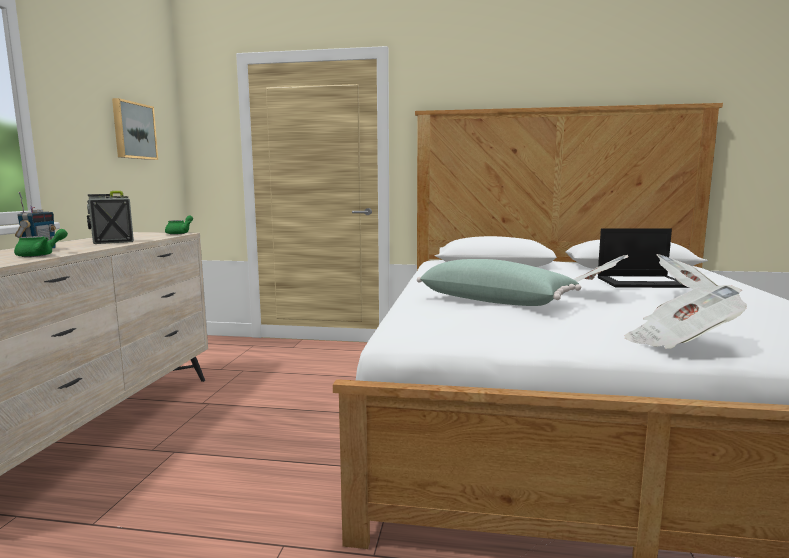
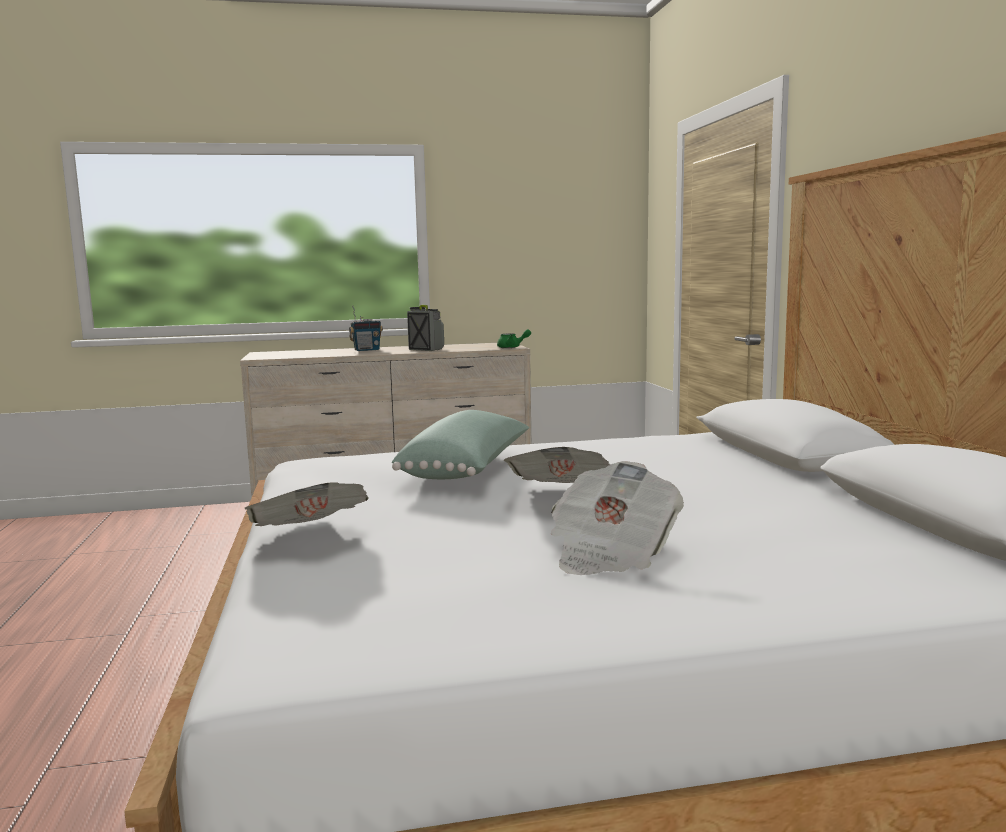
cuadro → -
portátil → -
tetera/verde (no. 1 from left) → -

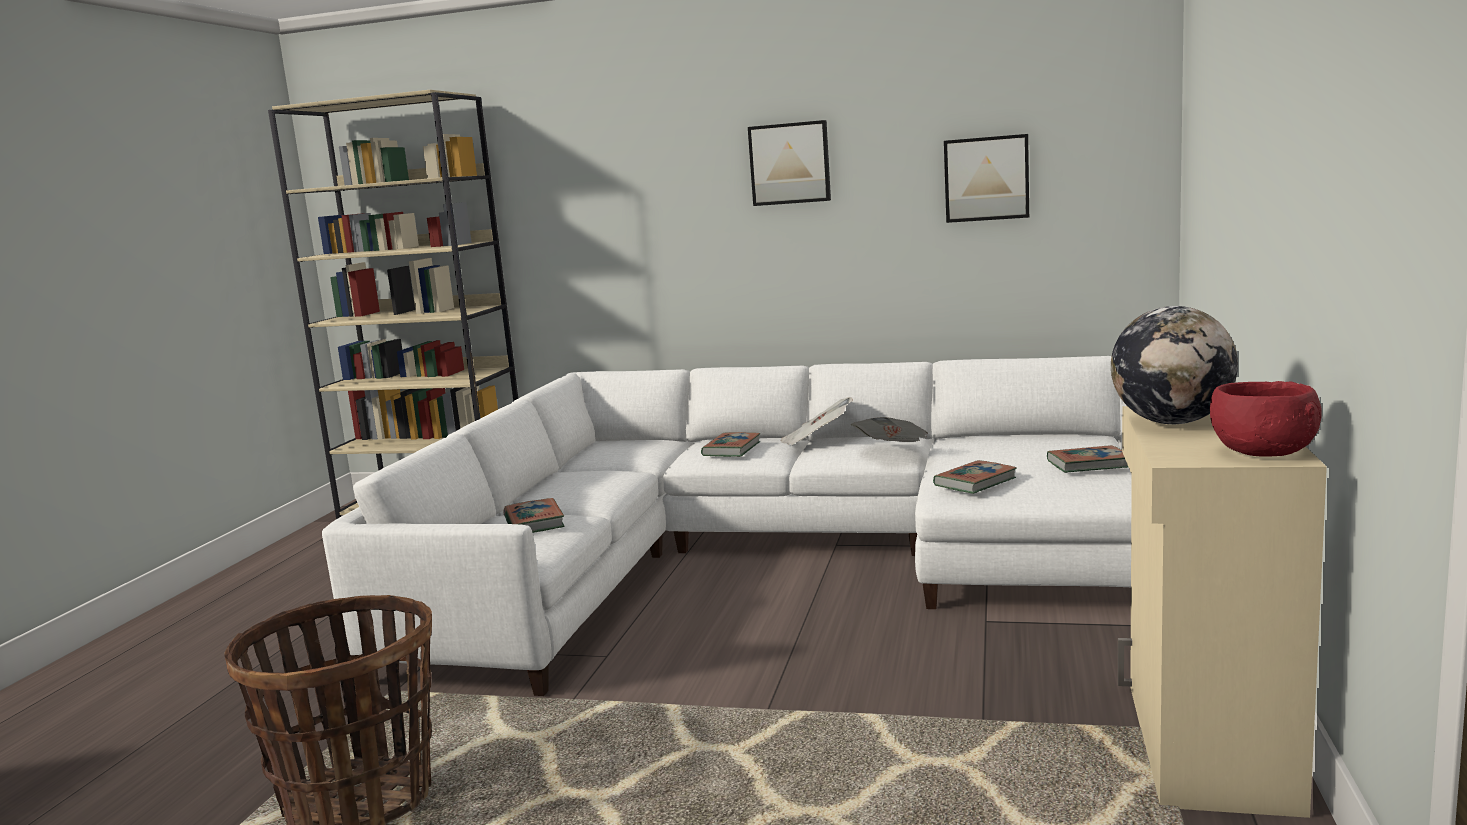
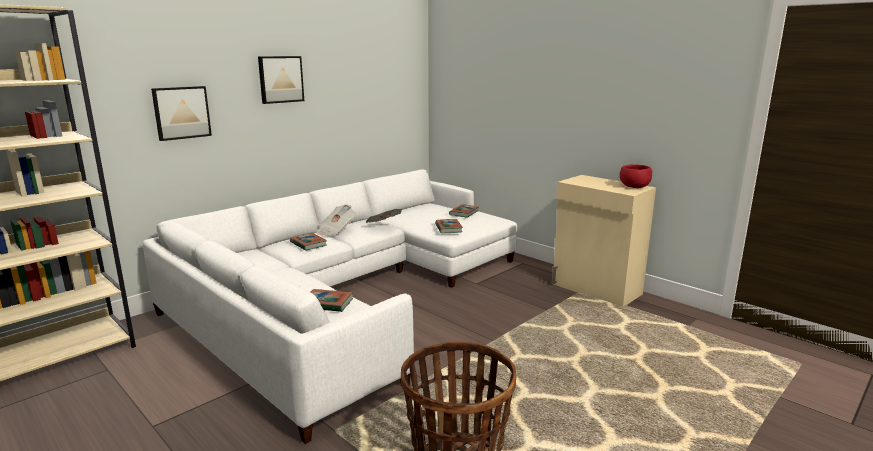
cuadro (no. 2 from left in the first image) → cuadro (no. 1 from left), shifted
globo terráqueo → -

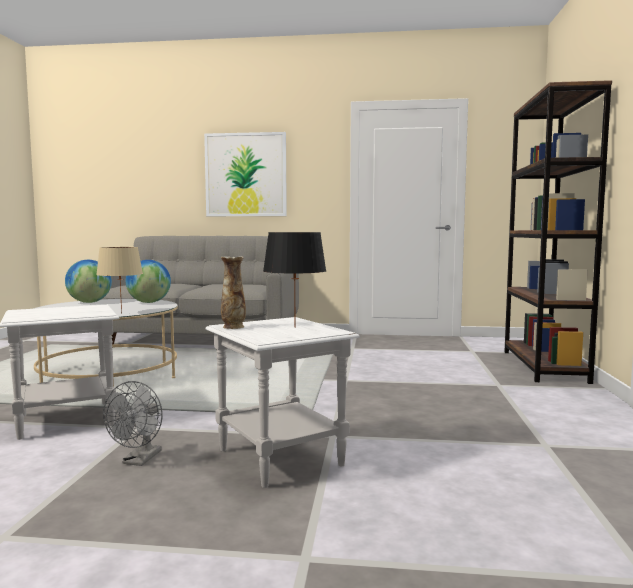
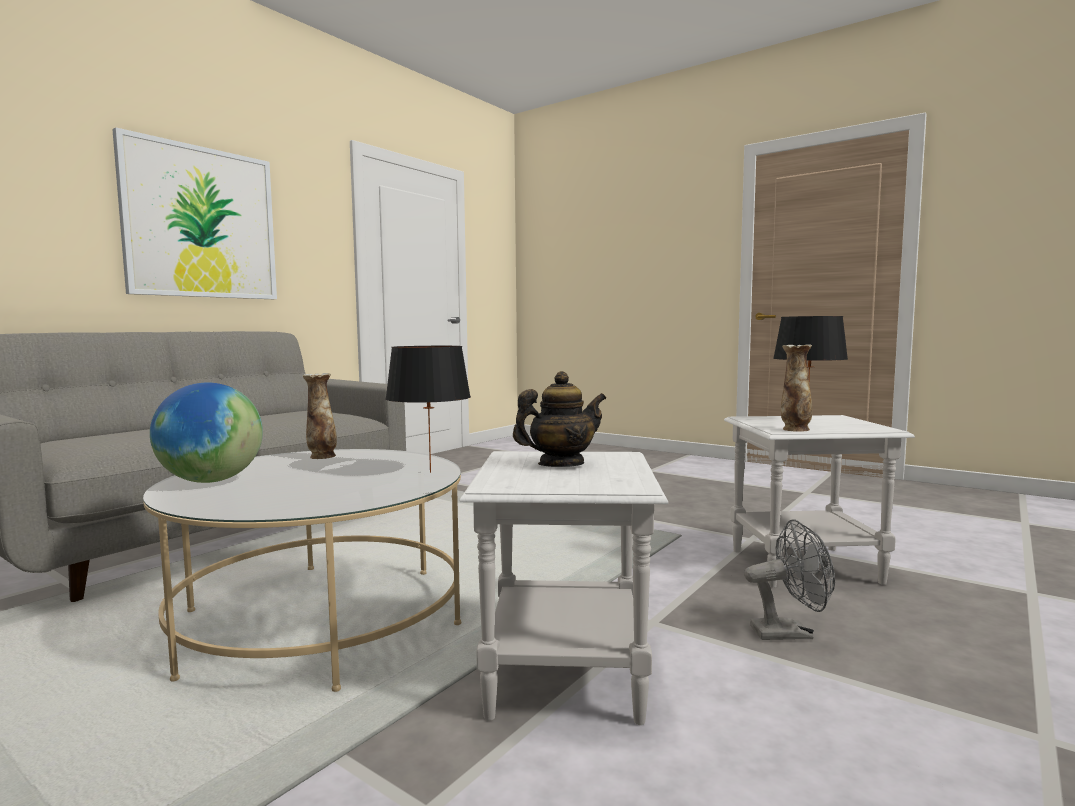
estantería/marrón → -
lámpara de mesa/beis → lámpara de mesa/negro (no. 1 from left)
globo terráqueo (no. 2 from left) → florero (no. 1 from left)
ventilador/gris, 45 degrees counterclockwise
- → tetera

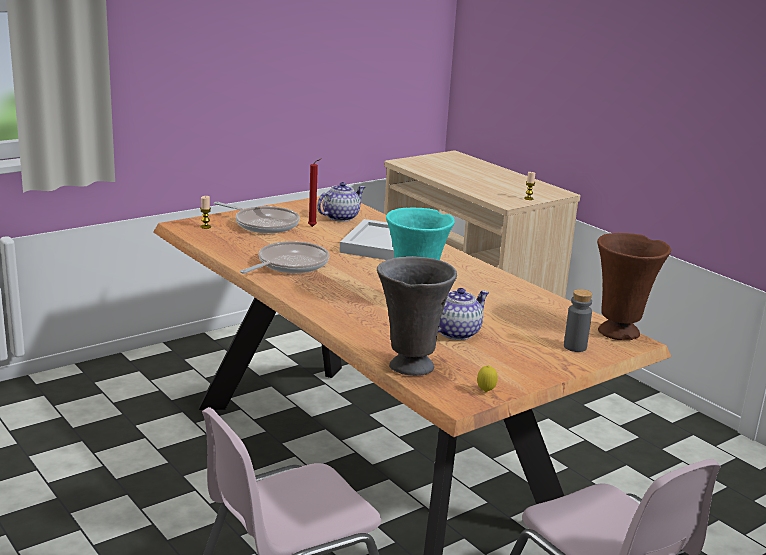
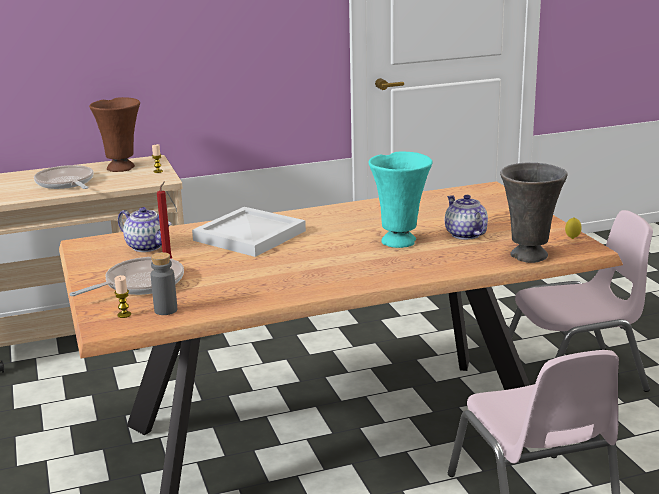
tetera (no. 1 from left), 150 degrees clockwise
florero/marrón, shifted
sartén (no. 2 from left in the first image) → sartén (no. 1 from left), shifted
botella/gris, shifted

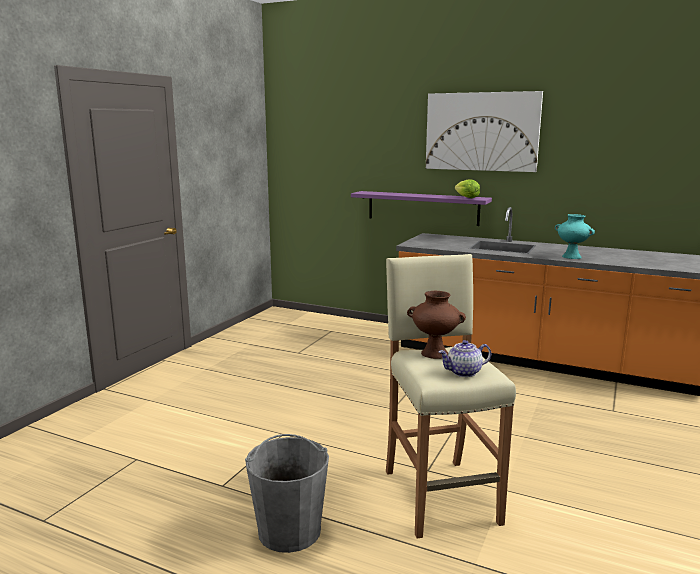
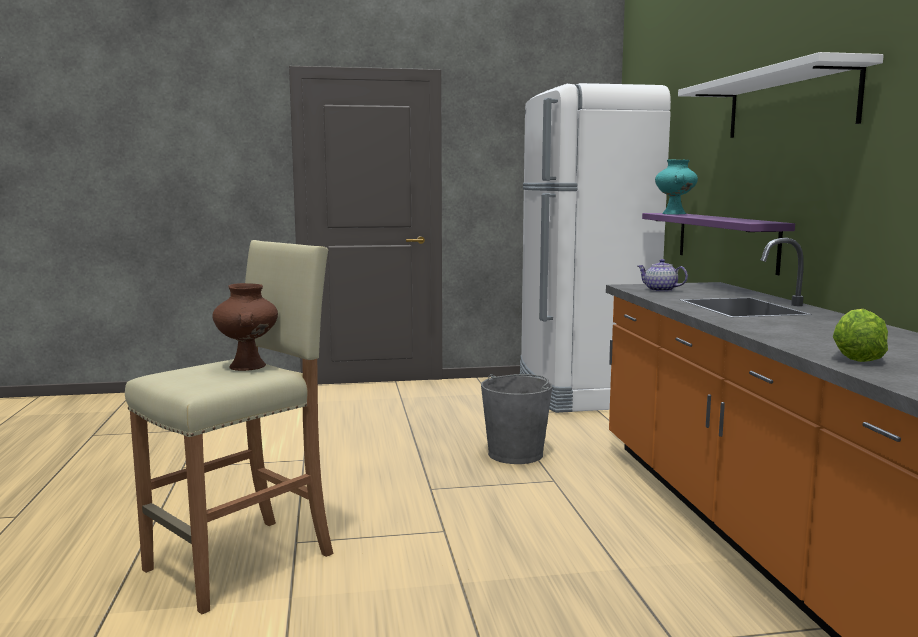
cuadro → estante/blanco
lechuga, shifted
florero/turquesa, shifted
tetera, shifted
cubo/gris, shifted
- → nevera/blanco

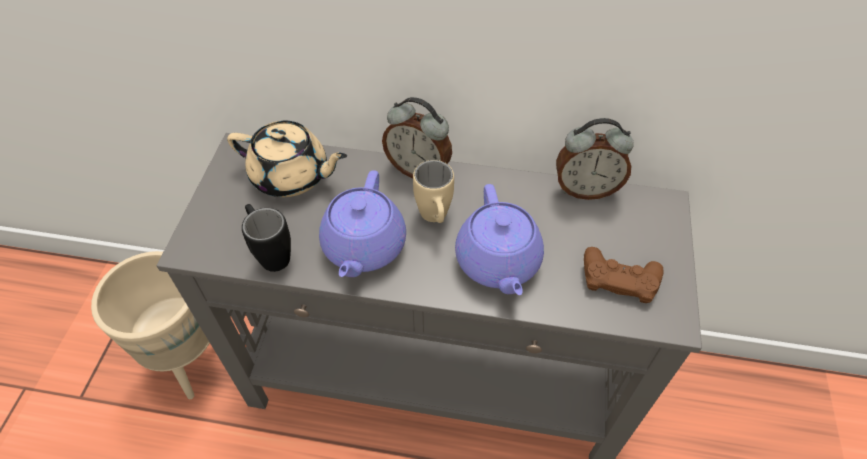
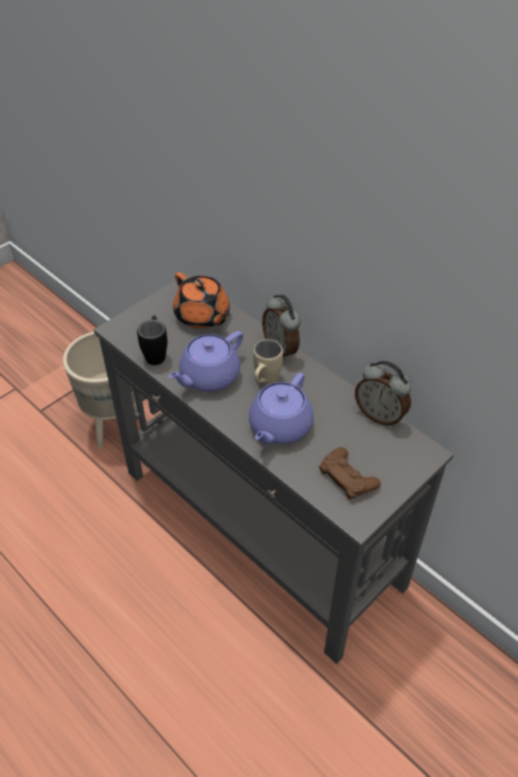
tetera/beis → tetera/naranja

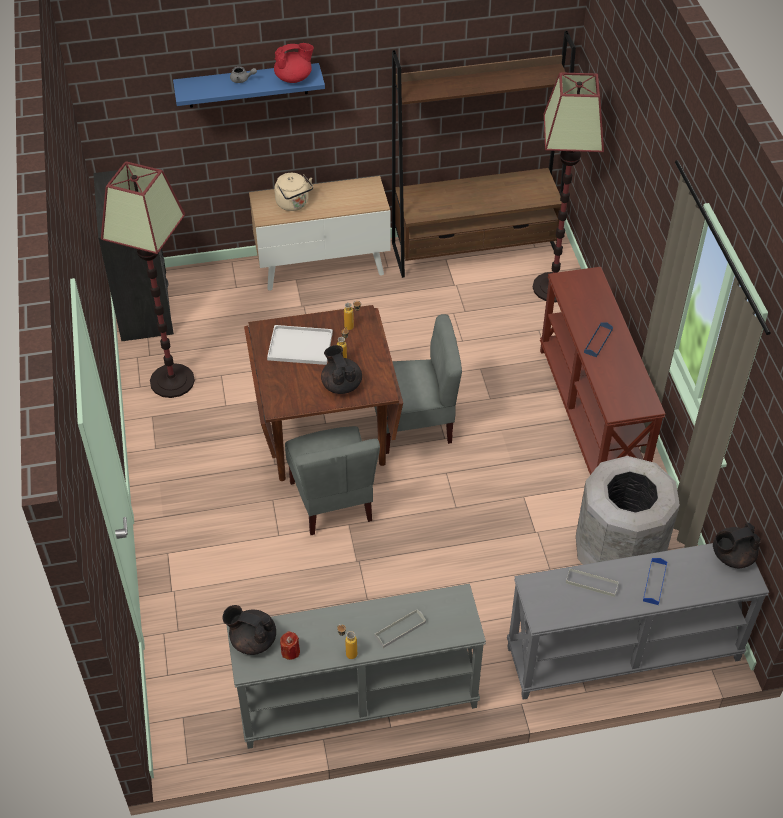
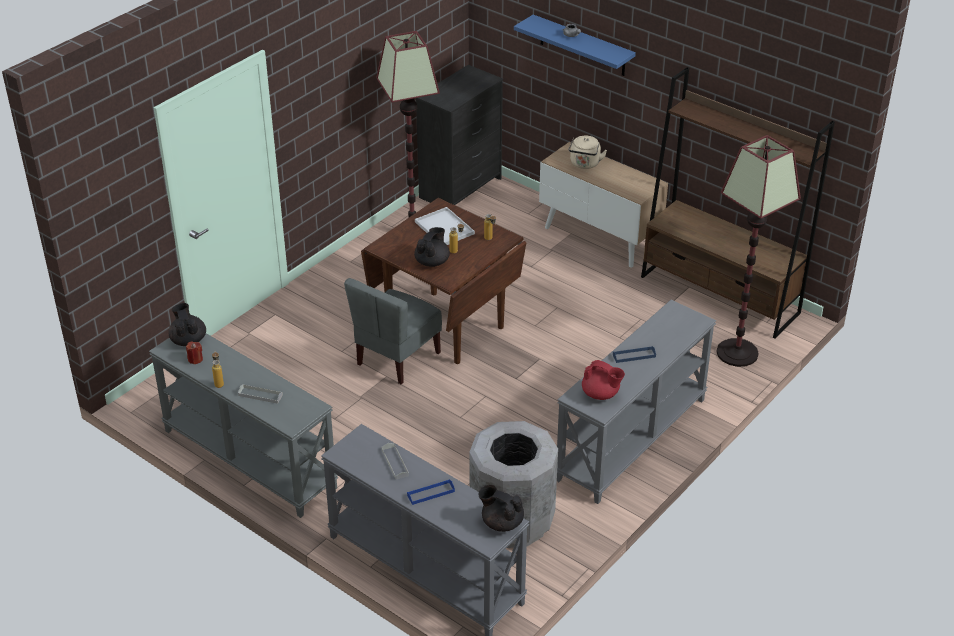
tetera/rojo, shifted
mesa consola/marrón → mesa consola/gris (no. 3 from left)
silla/gris (no. 2 from left) → -

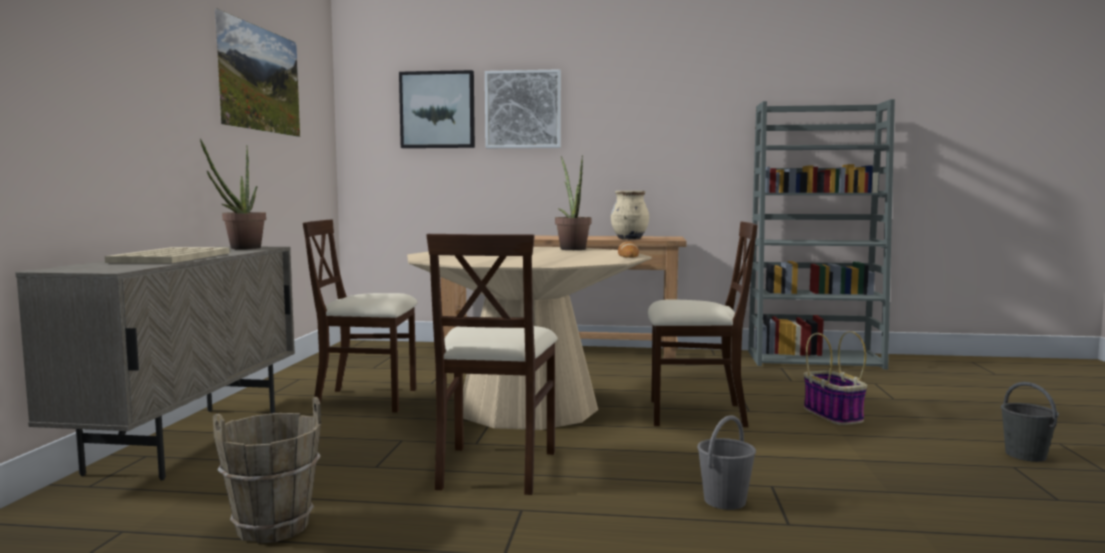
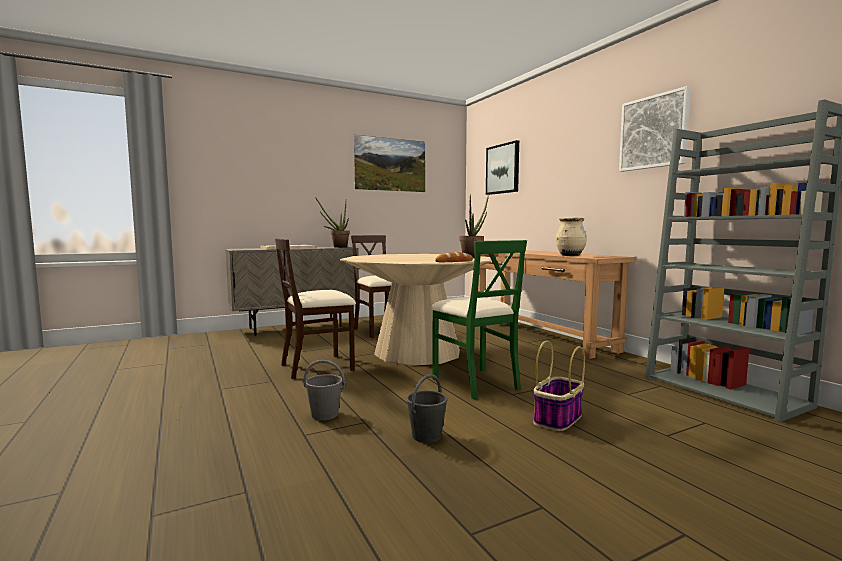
cuadro (no. 3 from left), shifted
silla/beis (no. 3 from left) → silla/verde
cubo/gris (no. 2 from left), shifted
cubo/marrón → -

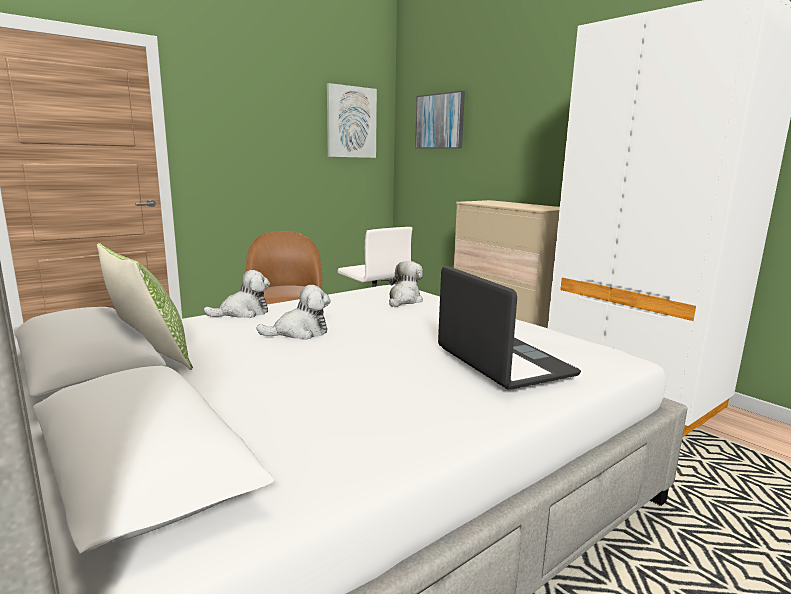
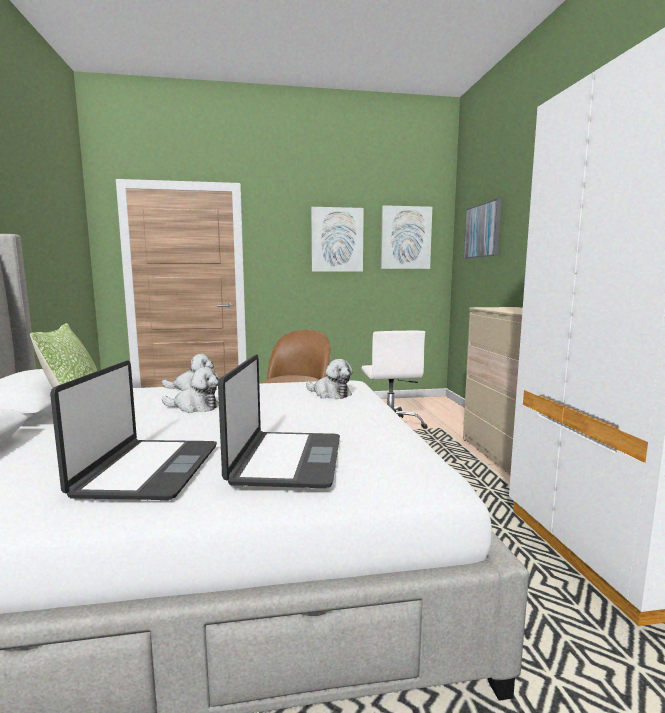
peluche (no. 3 from left), 75 degrees clockwise
- → cuadro (no. 1 from left)
- → portátil (no. 1 from left)

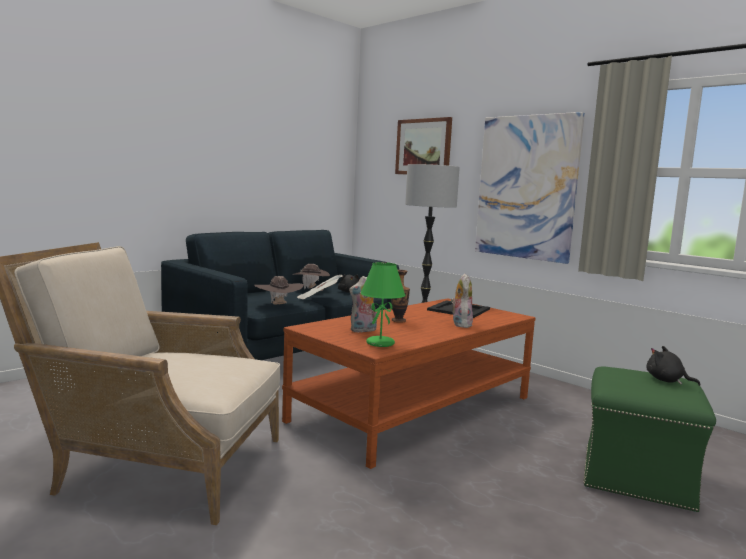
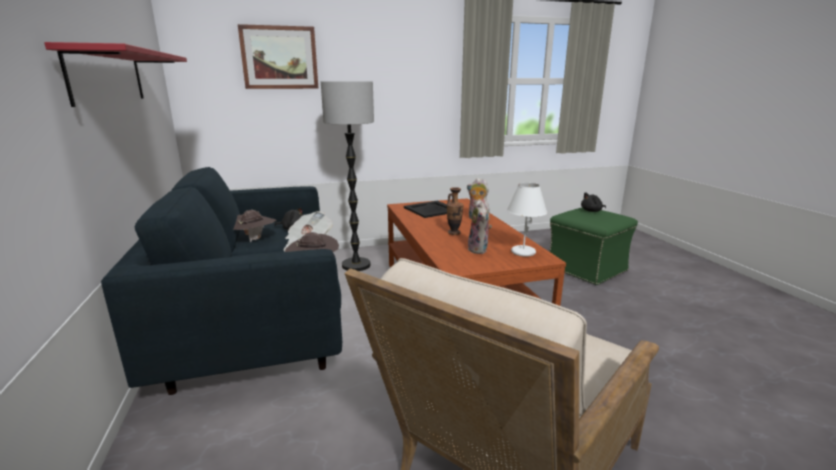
cuadro (no. 2 from left) → -
lámpara de mesa/verde → lámpara de mesa/blanco
- → estante/rojo

